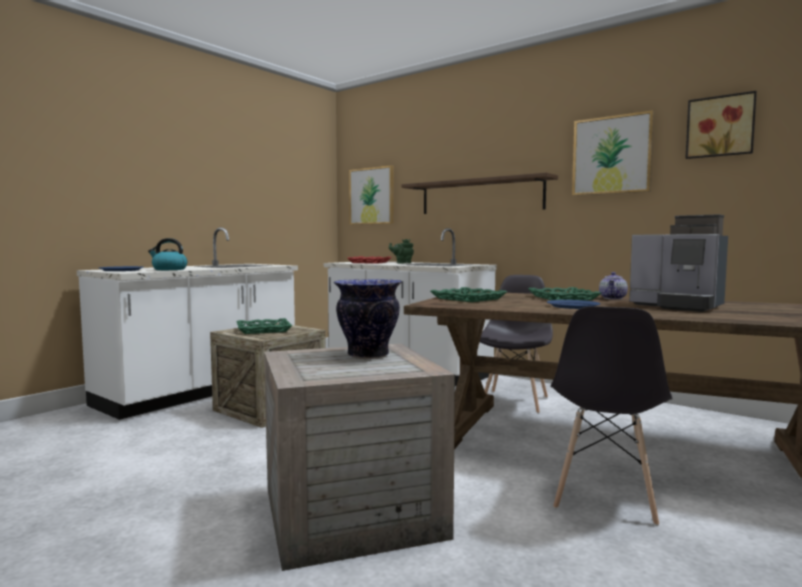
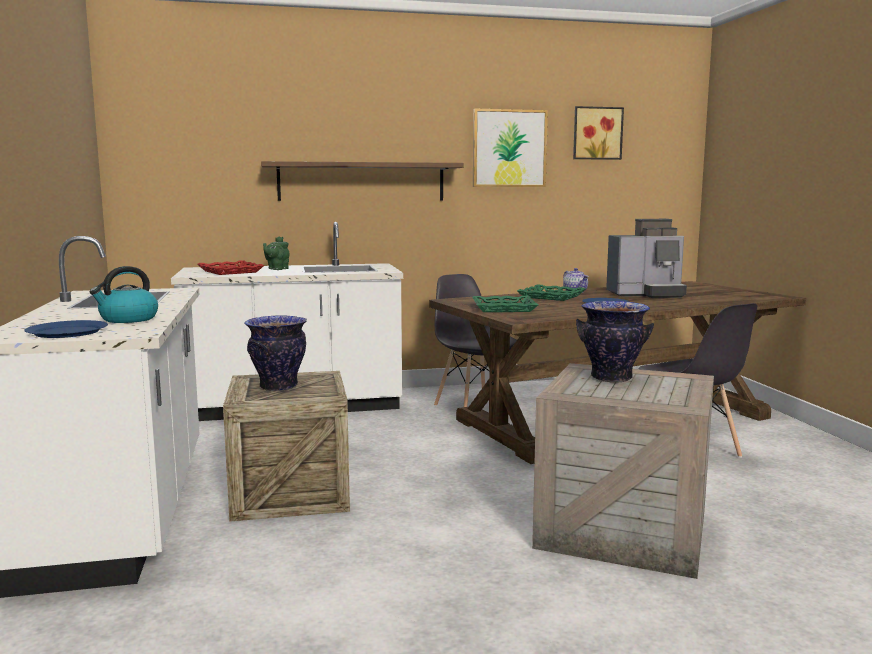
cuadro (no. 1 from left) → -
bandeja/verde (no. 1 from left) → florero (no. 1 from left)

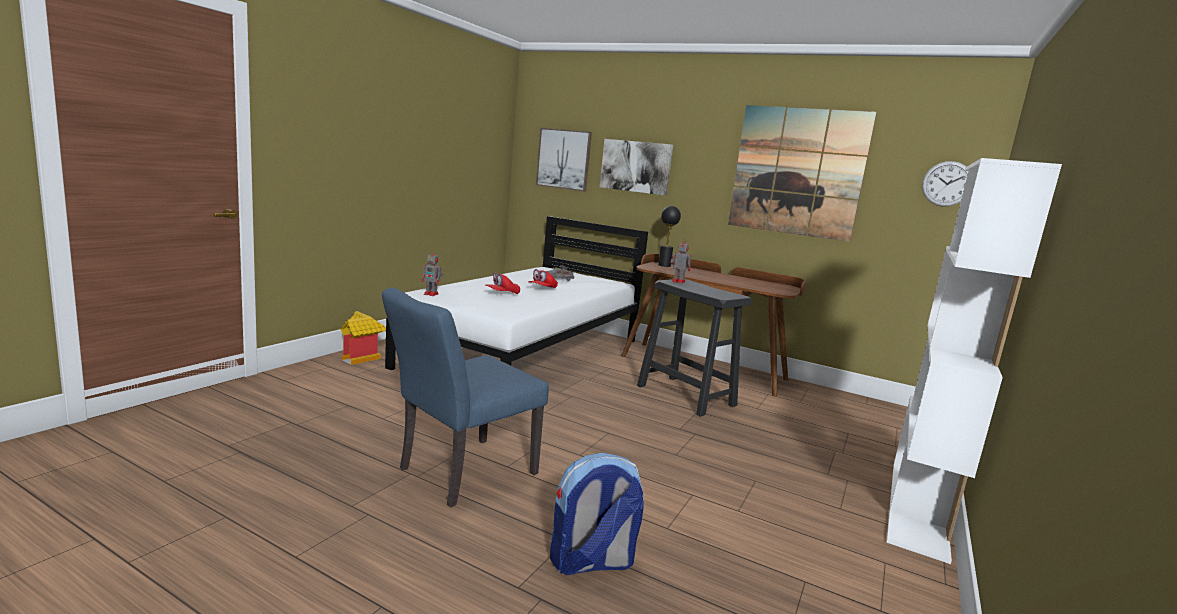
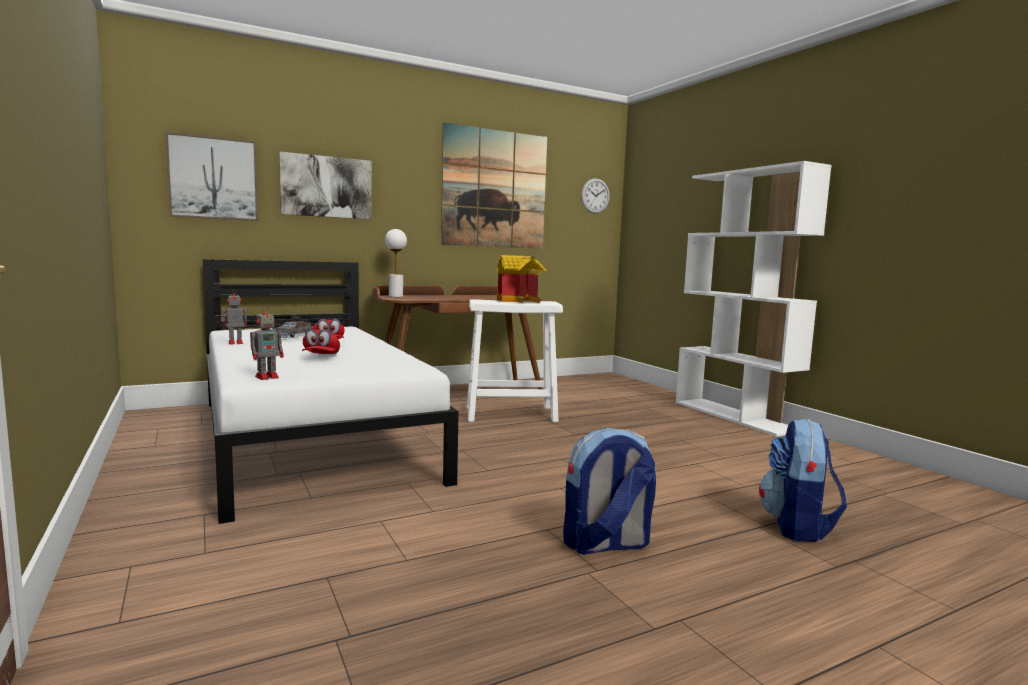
lámpara de mesa/negro → lámpara de mesa/blanco
robot de juguete (no. 2 from left in the first image) → robot de juguete (no. 1 from left), shifted
taburete/negro → taburete/blanco
silla/azul → mochila (no. 1 from left)
casita, shifted

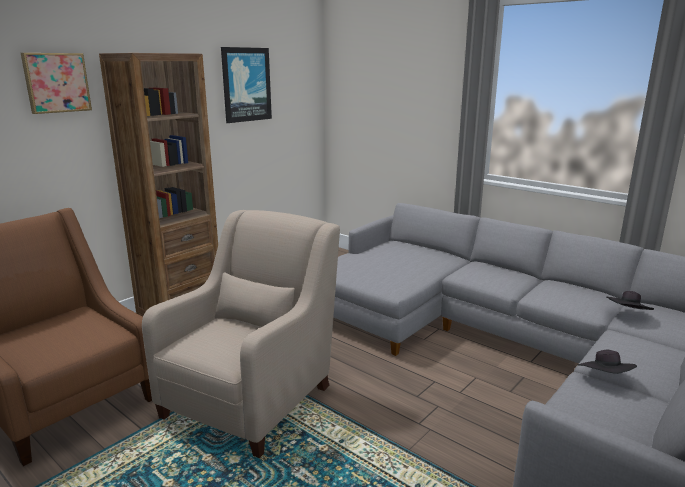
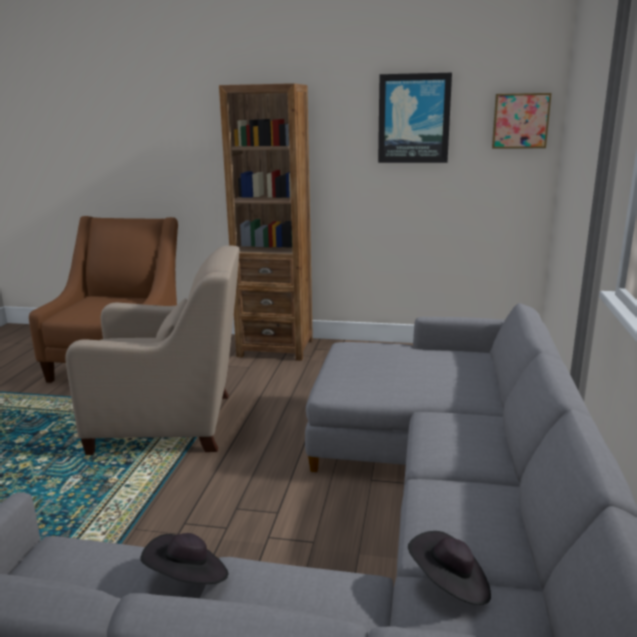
cuadro (no. 1 from left in the first image) → cuadro (no. 2 from left), shifted

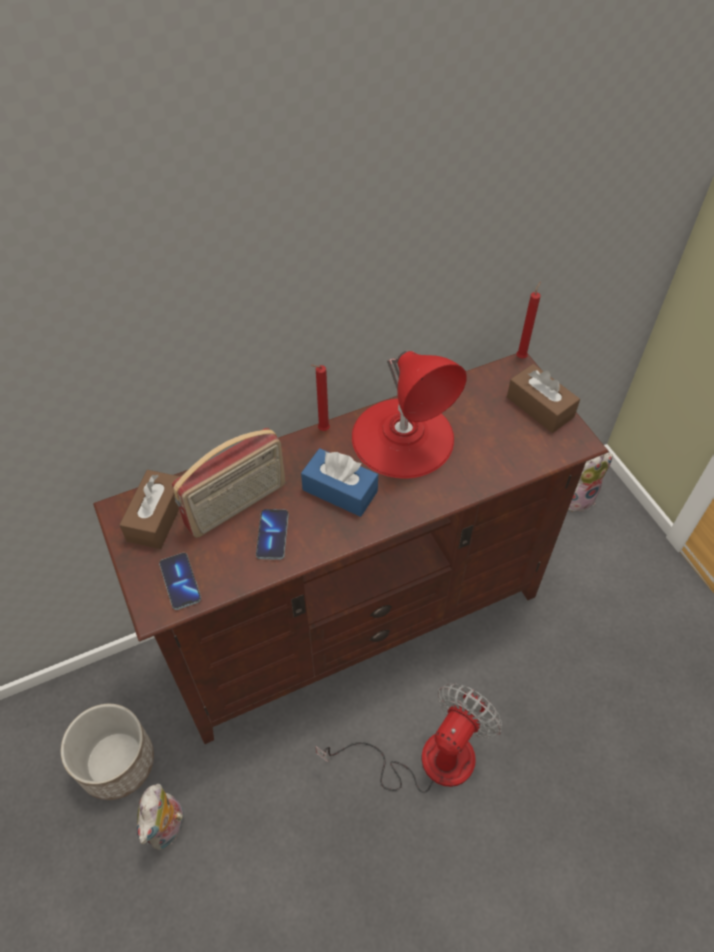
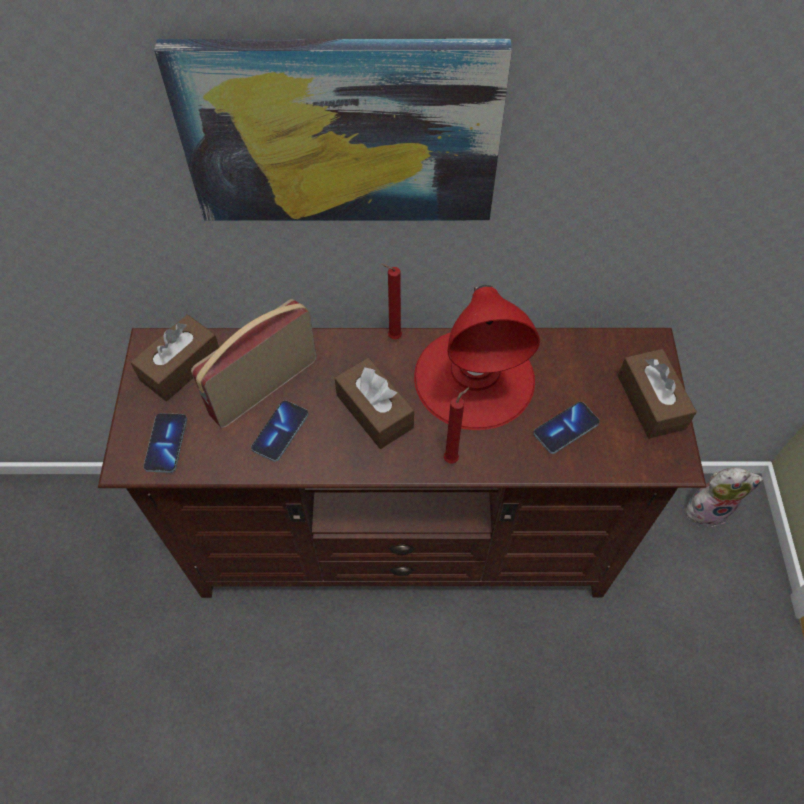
vela/rojo (no. 2 from left), shifted
radio, 150 degrees clockwise
caja de pañuelos/azul → caja de pañuelos/marrón (no. 2 from left)
ventilador → -
maceta → -
peluche (no. 1 from left) → -
- → cuadro
- → móvil (no. 3 from left)

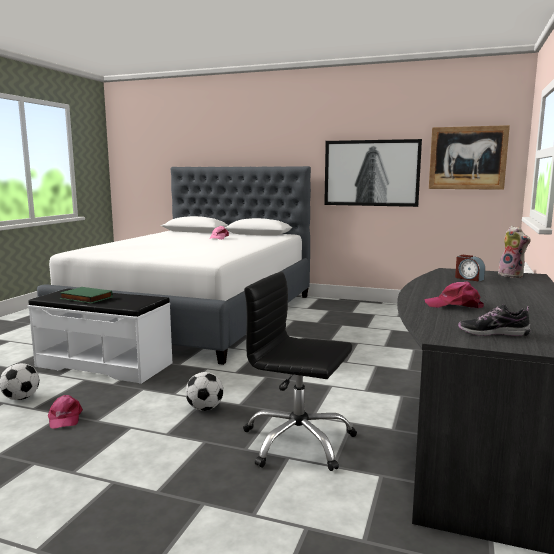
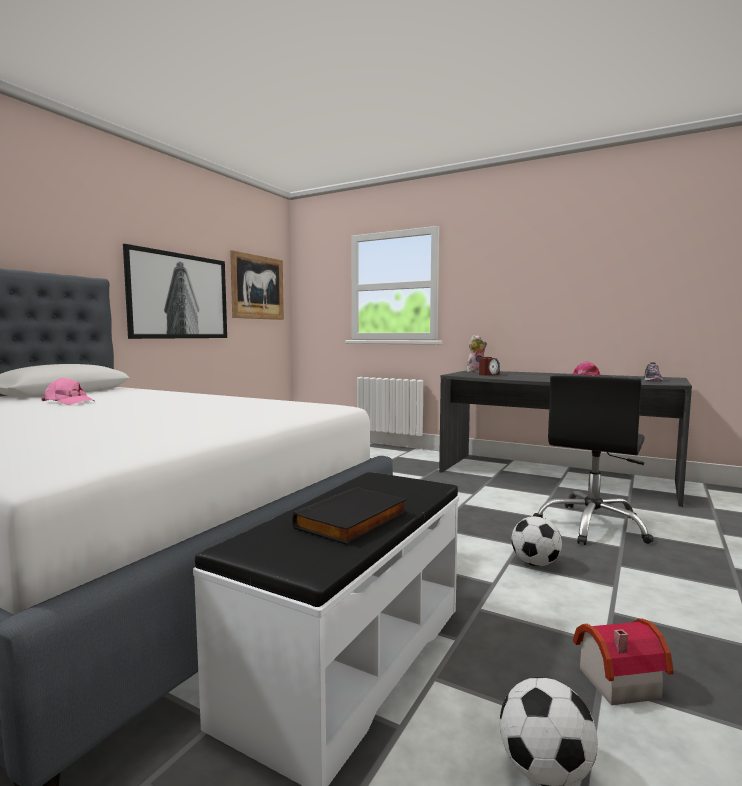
libro/verde → libro/negro
gorra/rosa (no. 1 from left) → casita

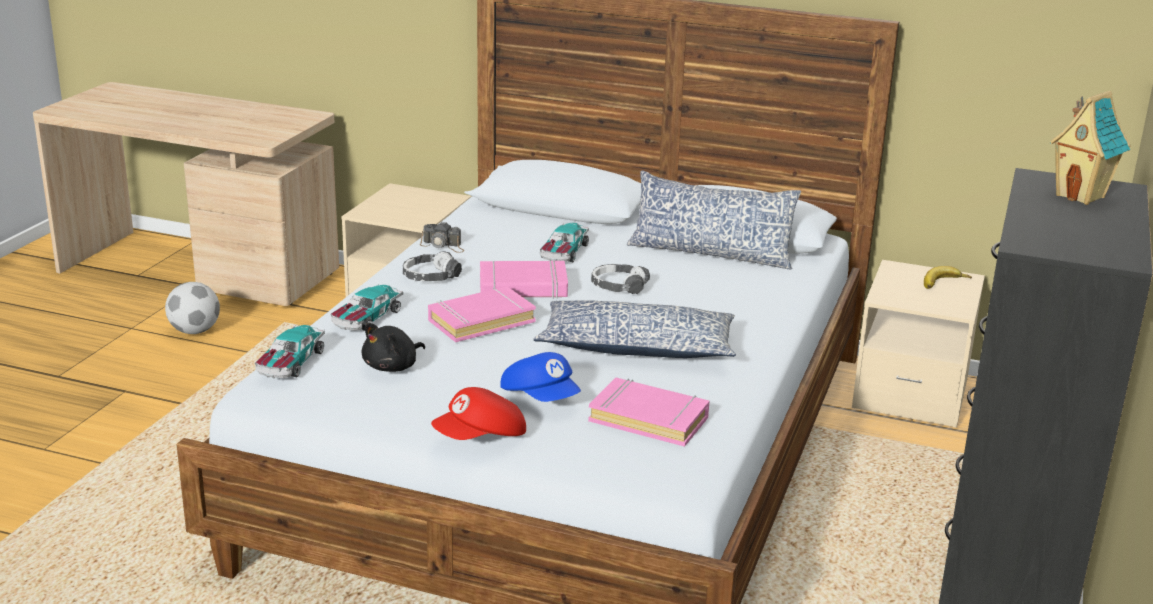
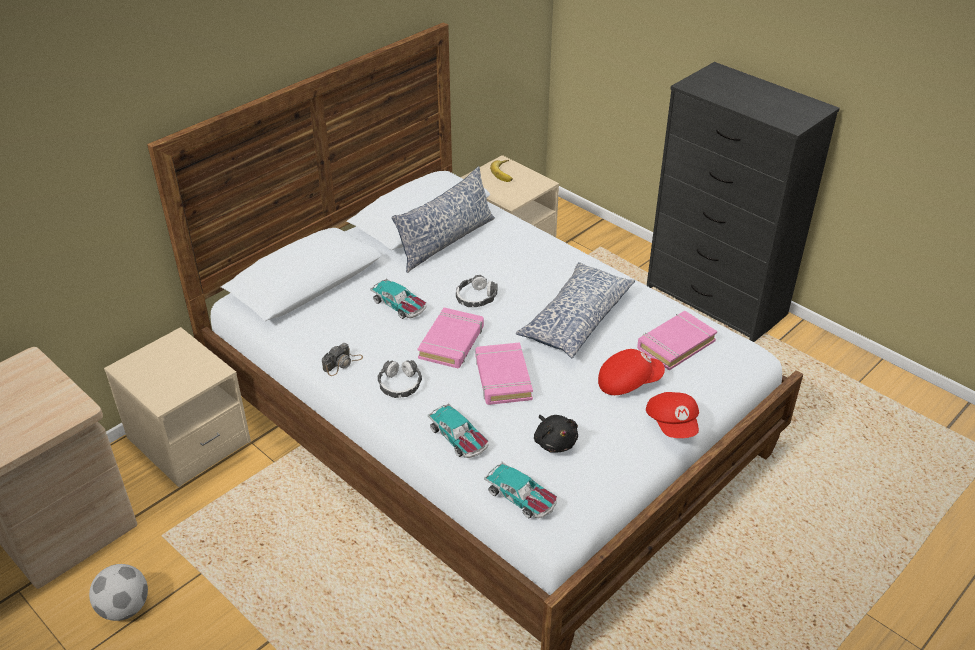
casita → -
gorra/azul → gorra/rojo (no. 1 from left)

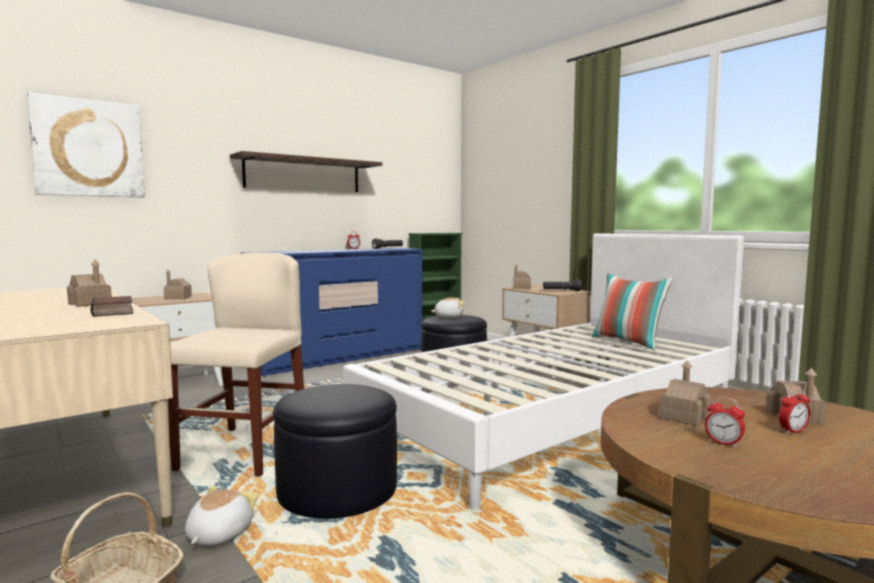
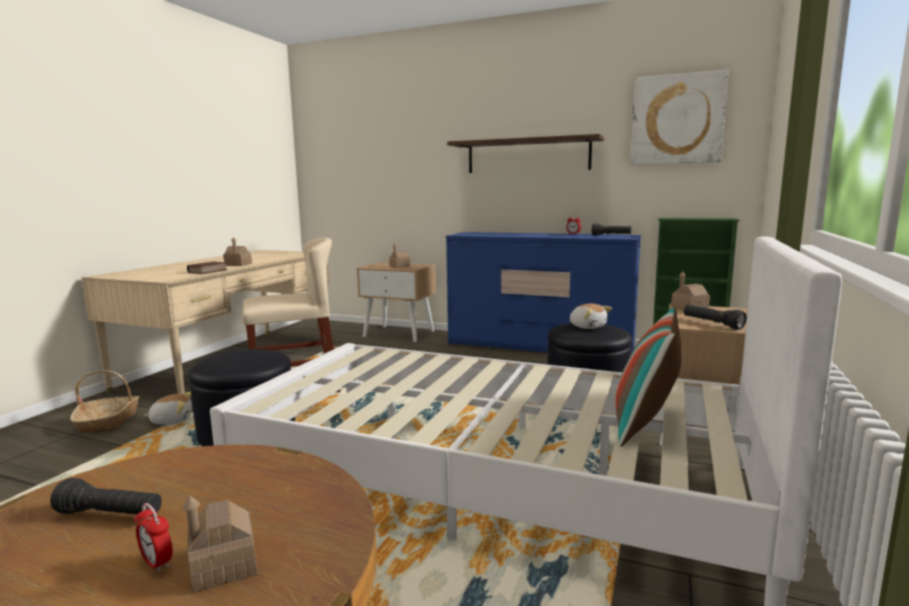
cuadro, shifted
casita (no. 4 from left) → -
despertador (no. 2 from left) → linterna/negro (no. 1 from left)

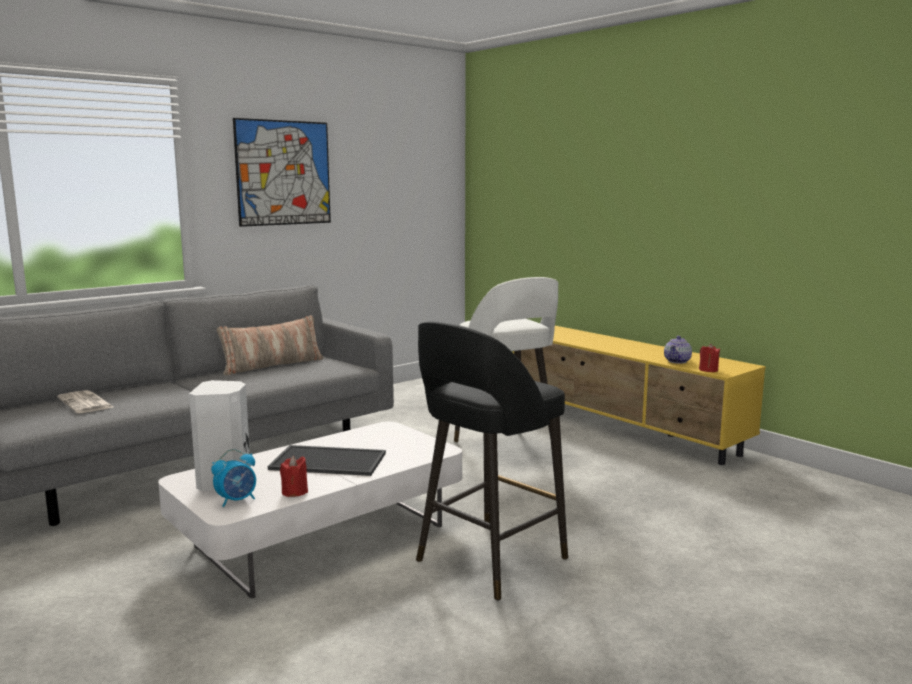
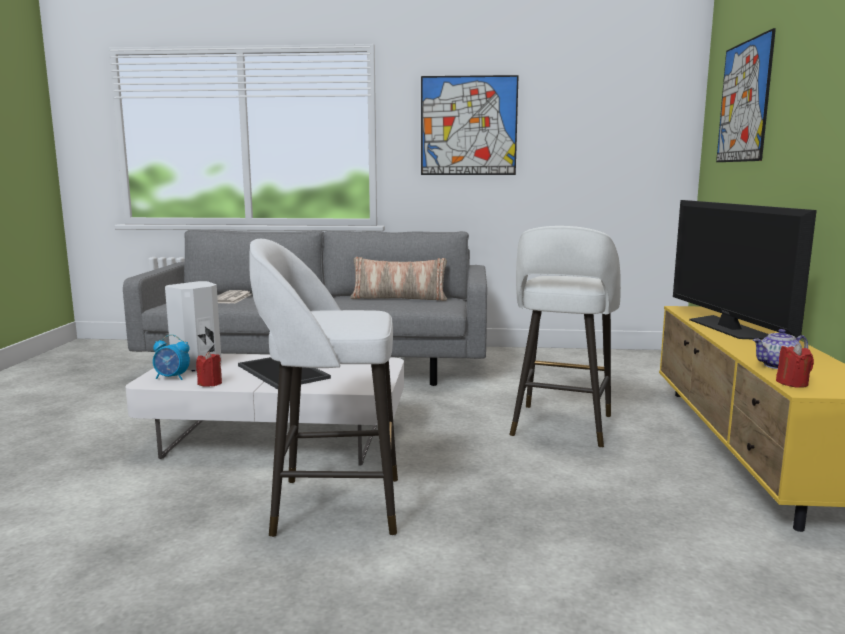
taburete/negro → taburete/blanco (no. 1 from left)
- → cuadro (no. 2 from left)
- → televisor

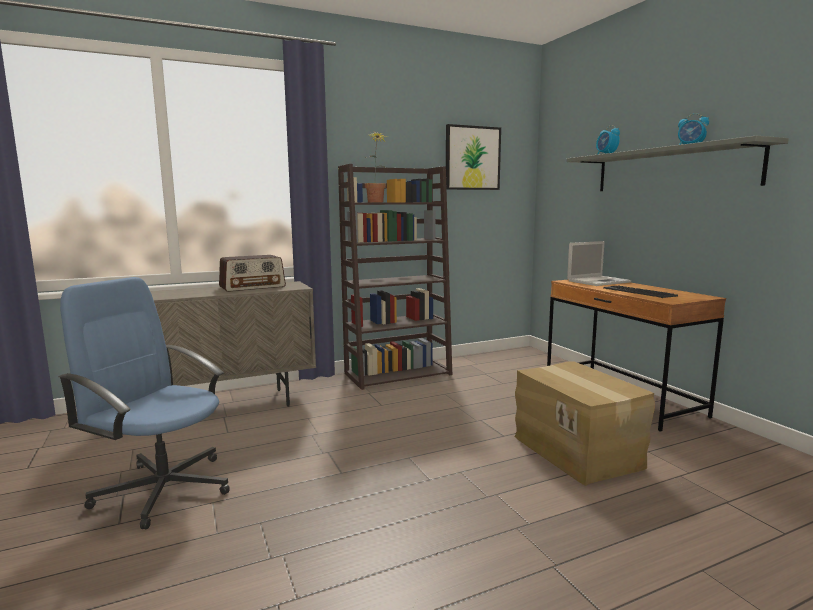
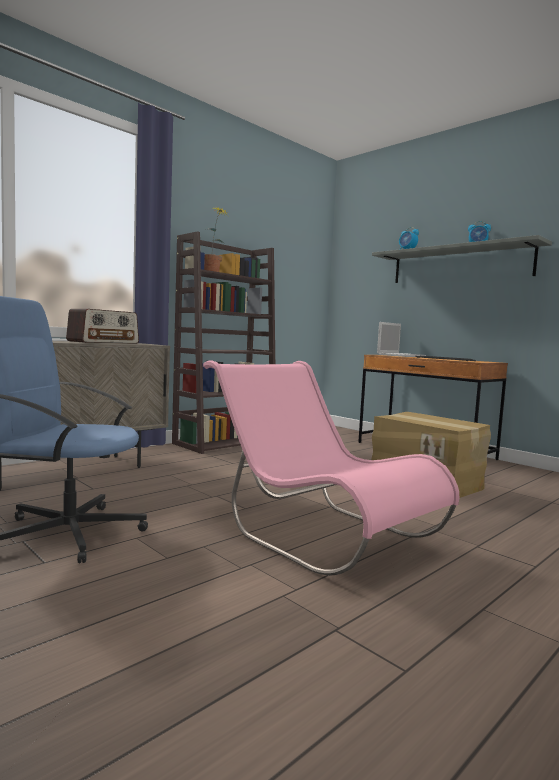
cuadro → -
- → silla/rosa

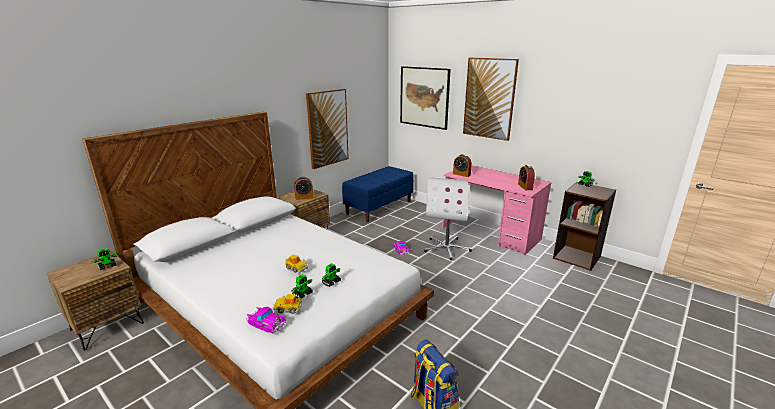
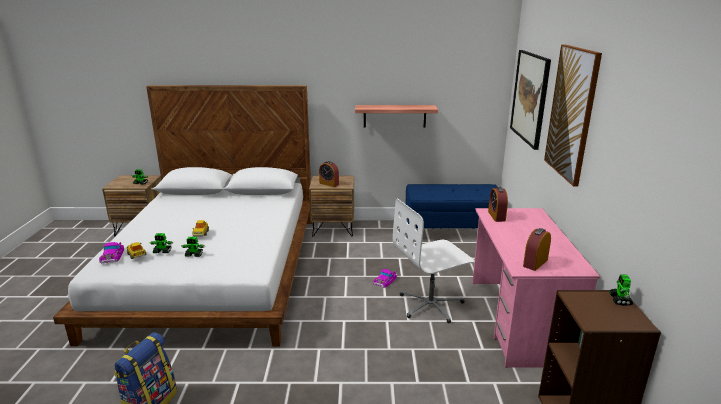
cuadro (no. 1 from left) → estante

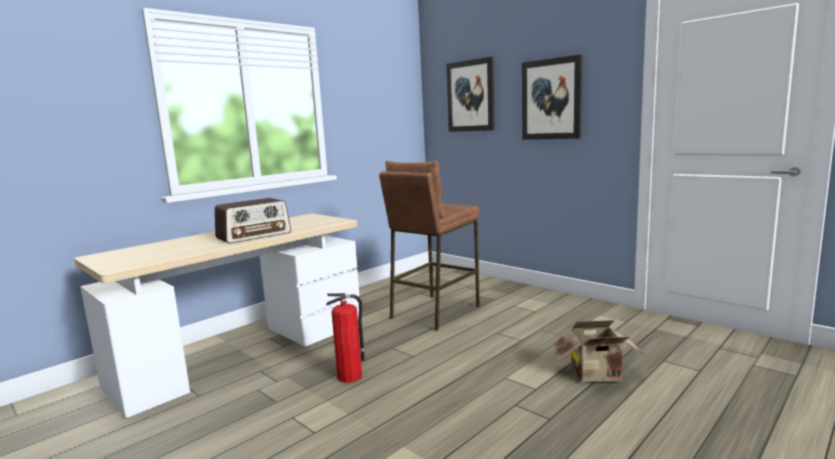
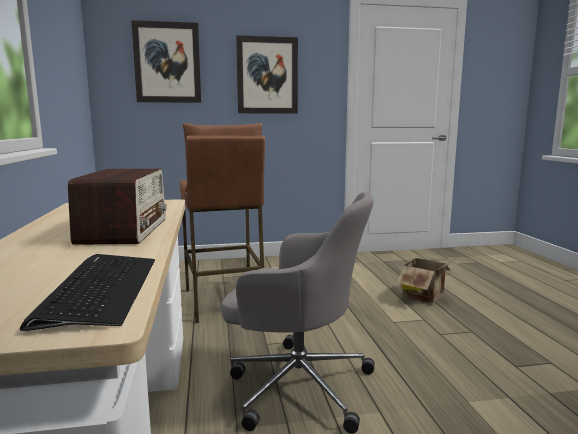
extintor → silla de oficina/gris
- → teclado

